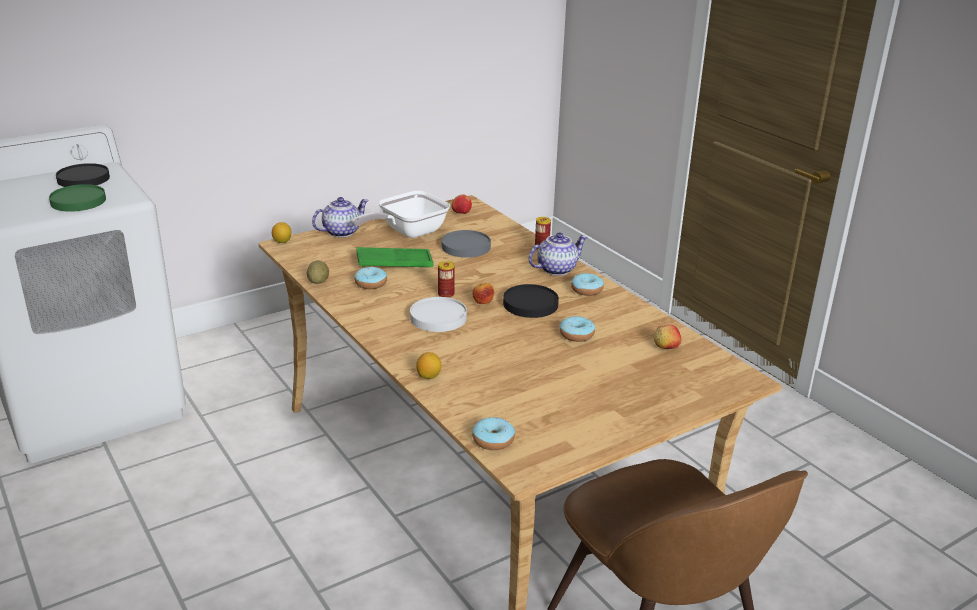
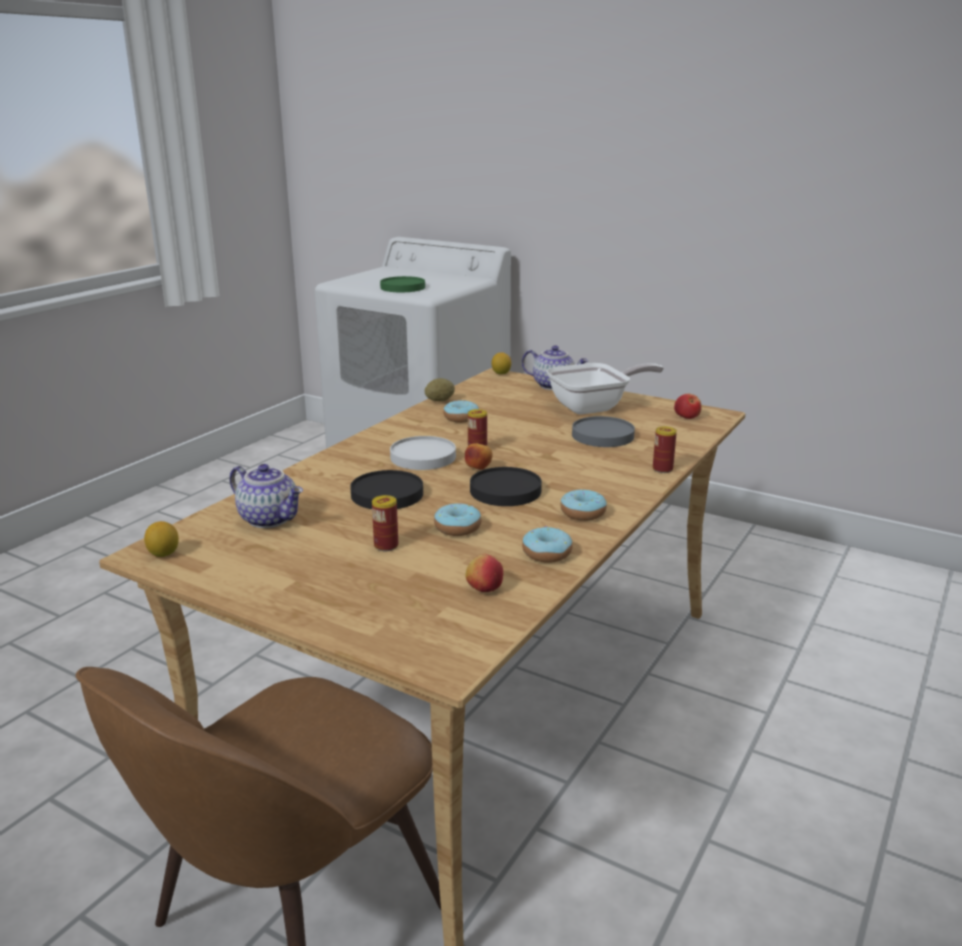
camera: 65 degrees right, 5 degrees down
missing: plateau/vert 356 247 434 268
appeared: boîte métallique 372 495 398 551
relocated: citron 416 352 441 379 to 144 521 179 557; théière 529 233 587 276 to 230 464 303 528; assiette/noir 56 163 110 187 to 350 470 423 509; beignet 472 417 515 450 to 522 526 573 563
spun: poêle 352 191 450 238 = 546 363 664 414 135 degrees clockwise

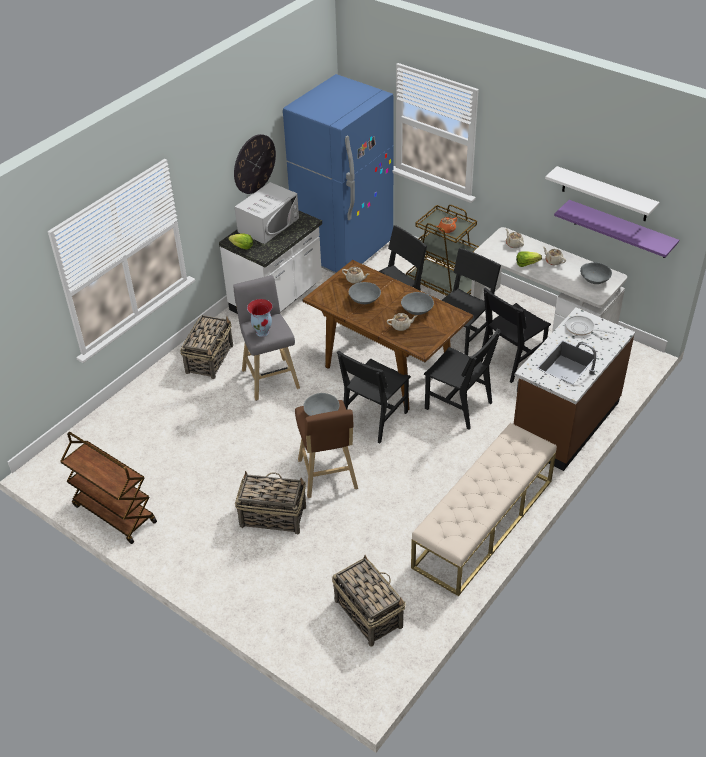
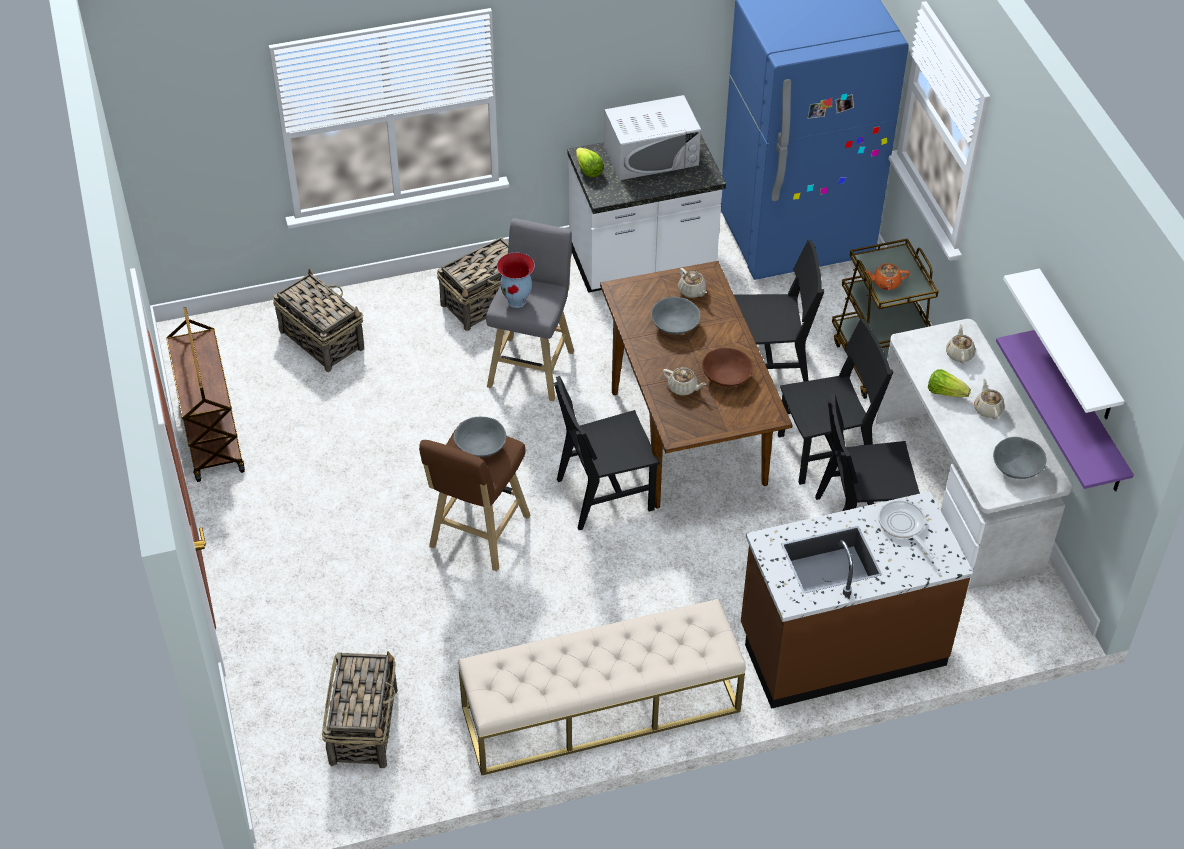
camera: 35 degrees right, 5 degrees up
missing: horloge murale 234 134 276 194; chaise/noir 424 329 500 430
relocated: panier 235 471 306 534 to 273 268 364 372
colour: bol/gris 401 292 434 315 to bol/marron 702 348 754 387

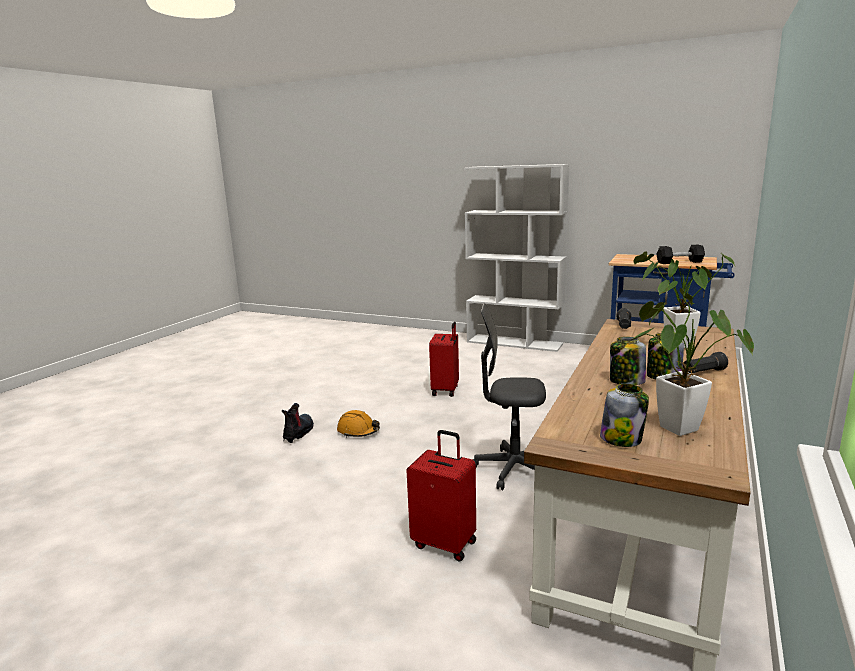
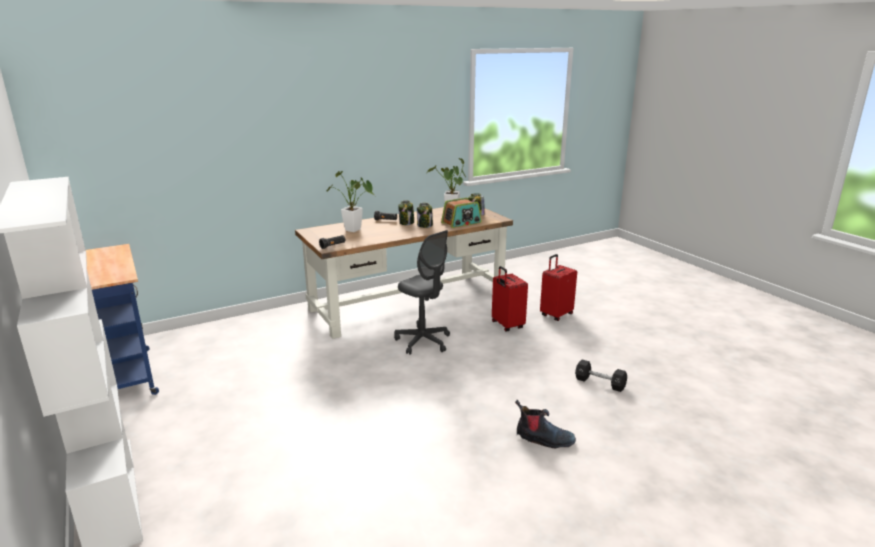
camera: 145 degrees left, 5 degrees up
missing: casque de chantier/orange 337 410 380 437
appeared: radio 441 198 482 228
relocated: valise/rouge 429 322 459 397 to 540 254 577 321; haltère/noir 656 245 705 264 to 575 360 627 392
spun: botte 282 403 314 443 = 515 400 576 449 120 degrees counterclockwise

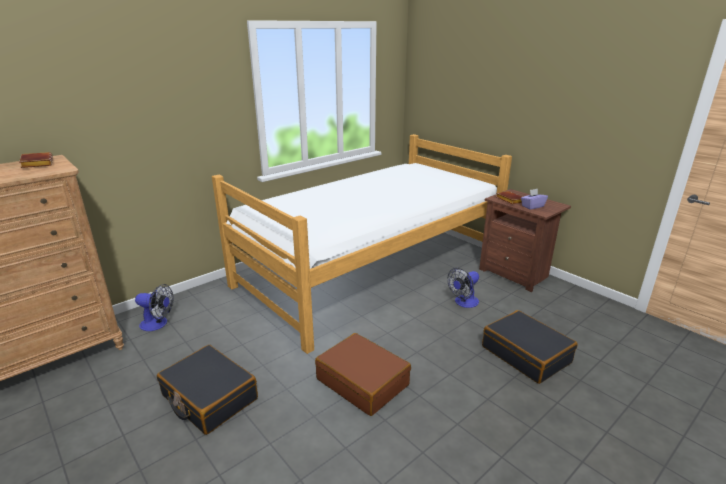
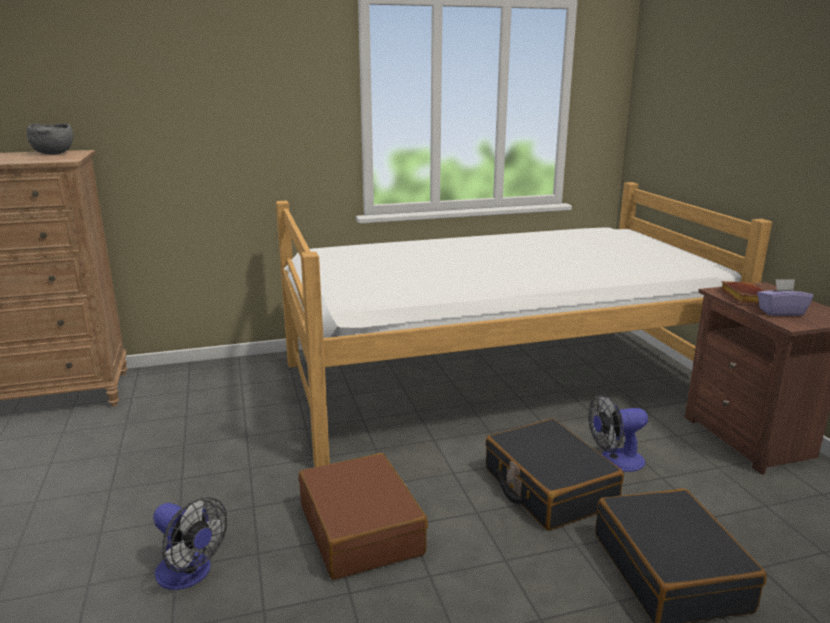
camera: 25 degrees right, 5 degrees down
relocated: ventilateur 135 284 174 331 to 153 497 227 590; valise/noir 157 345 258 435 to 485 419 624 530
exchanged: livre/marron 19 152 53 168 to bol/gris 27 123 73 155

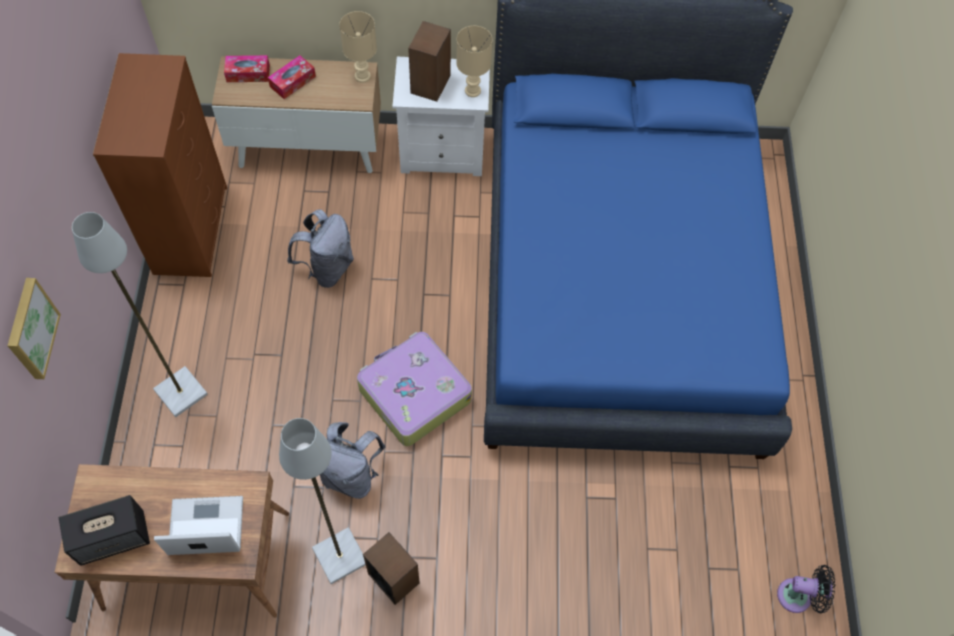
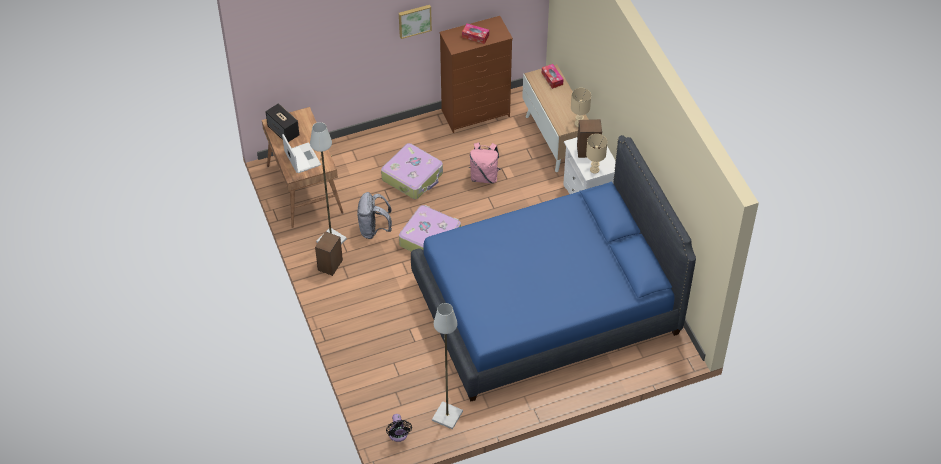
camera: 70 degrees right, 10 degrees down
appeared: valise 381 143 443 199
relocated: tableau 7 278 61 379 to 399 5 432 39; lampadaire/gris 72 212 208 417 to 432 303 463 429; boîte à mouchoirs 268 55 316 99 to 462 23 489 44
colour: sac à dos/gris 287 209 354 288 to sac à dos/rose 469 142 500 183

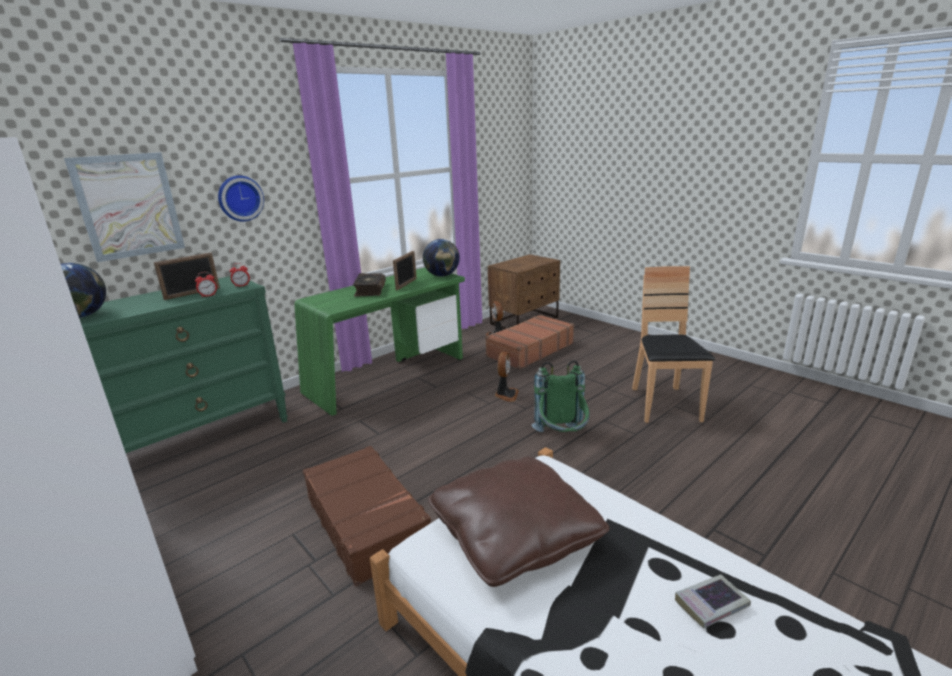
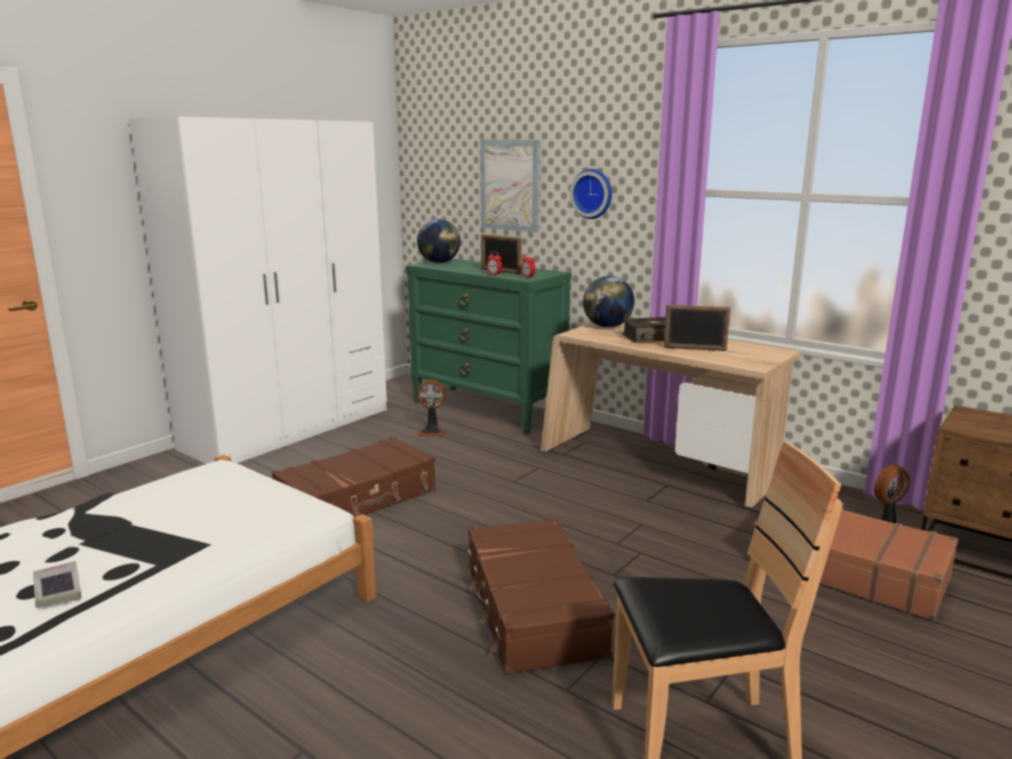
camera: 80 degrees right, 5 degrees down
missing: coussin/marron 428 456 609 587
relocated: ventilateur 495 352 519 402 to 415 380 446 437; globe 423 239 460 277 to 583 276 634 327
exchanged: sac à dos/vert 532 360 590 432 to valise/marron 464 518 614 674
colour: bureau/vert 294 267 465 416 to bureau/beige 541 323 801 509

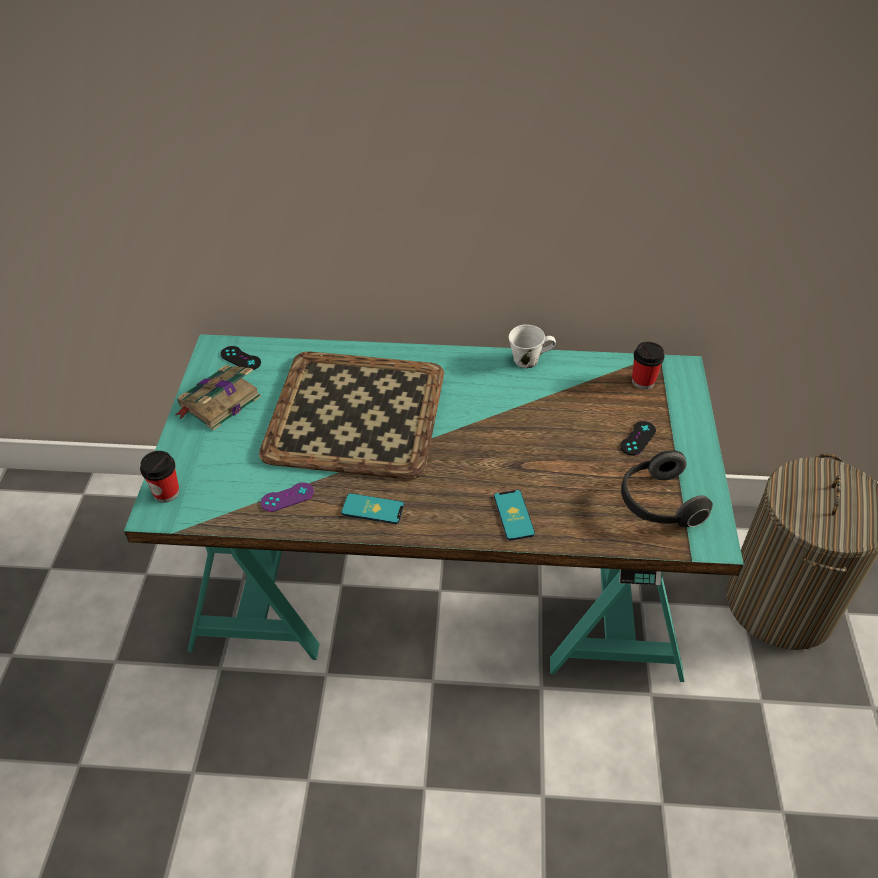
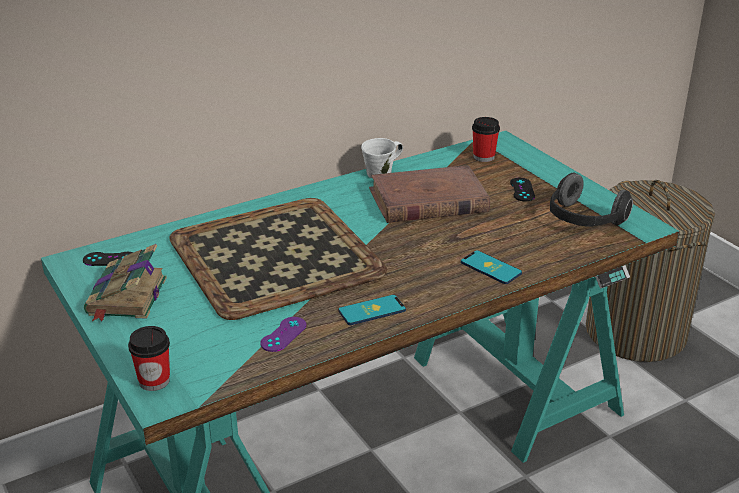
camera: 35 degrees left, 15 degrees down
appeared: livre/marron 369 165 490 223

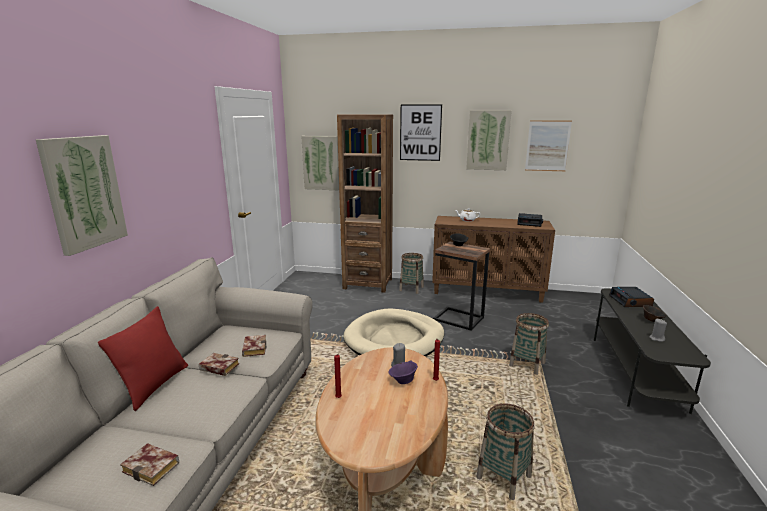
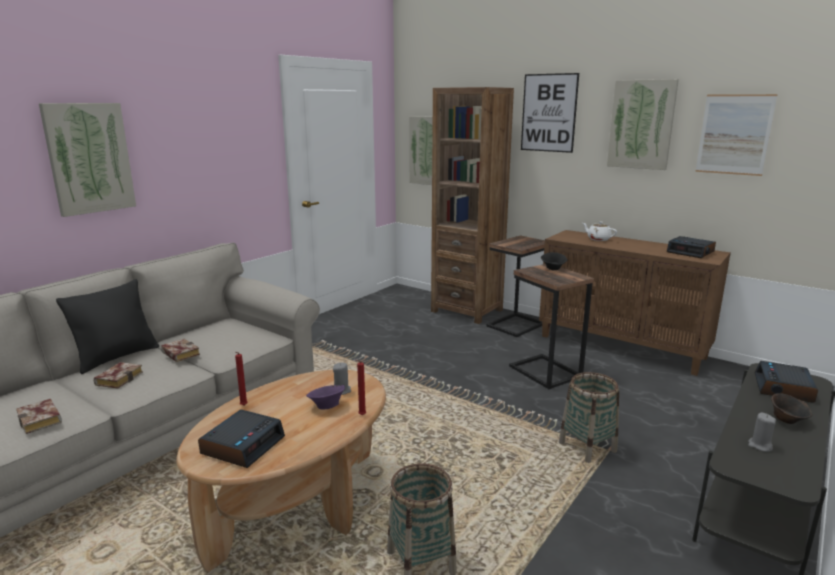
camera: 25 degrees right, 0 degrees up
missing: panier pour chien/beige 343 308 444 356
appeared: réveil 198 410 285 468
relocated: livre 242 335 266 357 to 94 362 143 389
exchanged: panier 399 253 424 294 to table d'appoint 487 235 545 337
colour: coussin/rouge 98 306 188 411 to coussin/noir 56 279 159 374

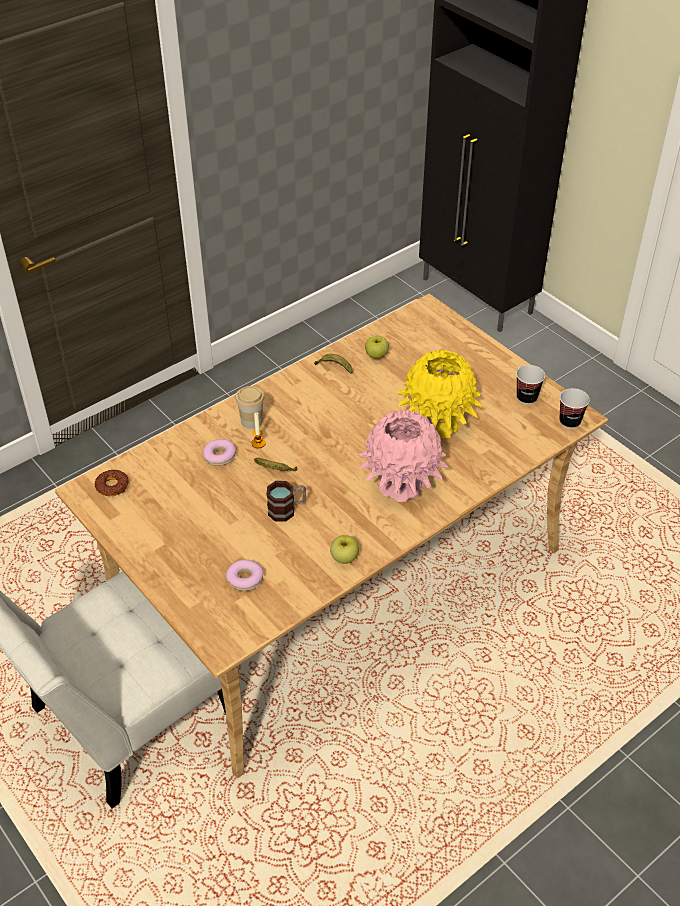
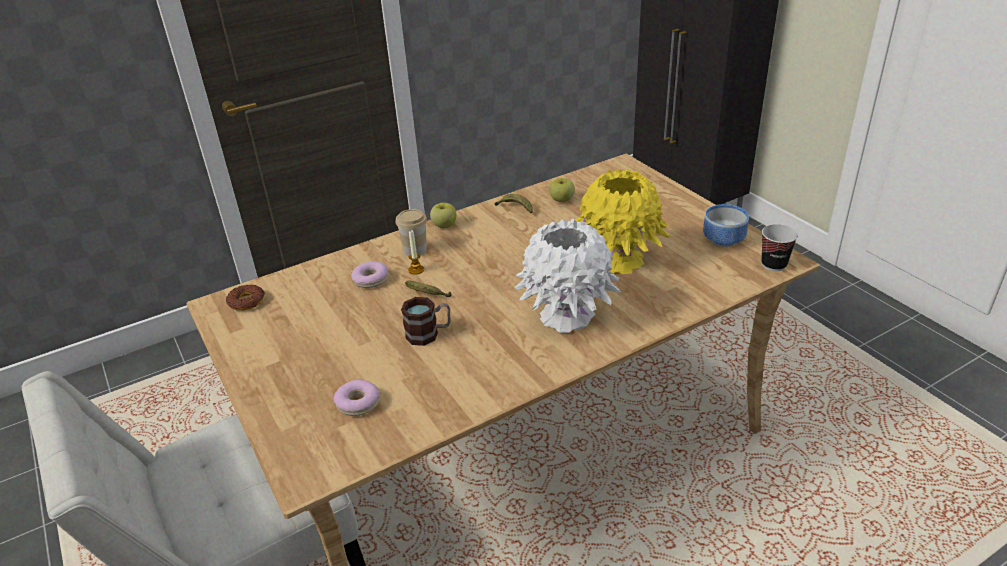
camera: 10 degrees right, 10 degrees down
relocated: pomme 330 535 359 564 to 430 203 457 229
exchanged: tasse 516 365 545 405 to bol 703 204 749 247
colour: vase/rose 358 410 449 502 to vase/blanc 514 219 621 333

